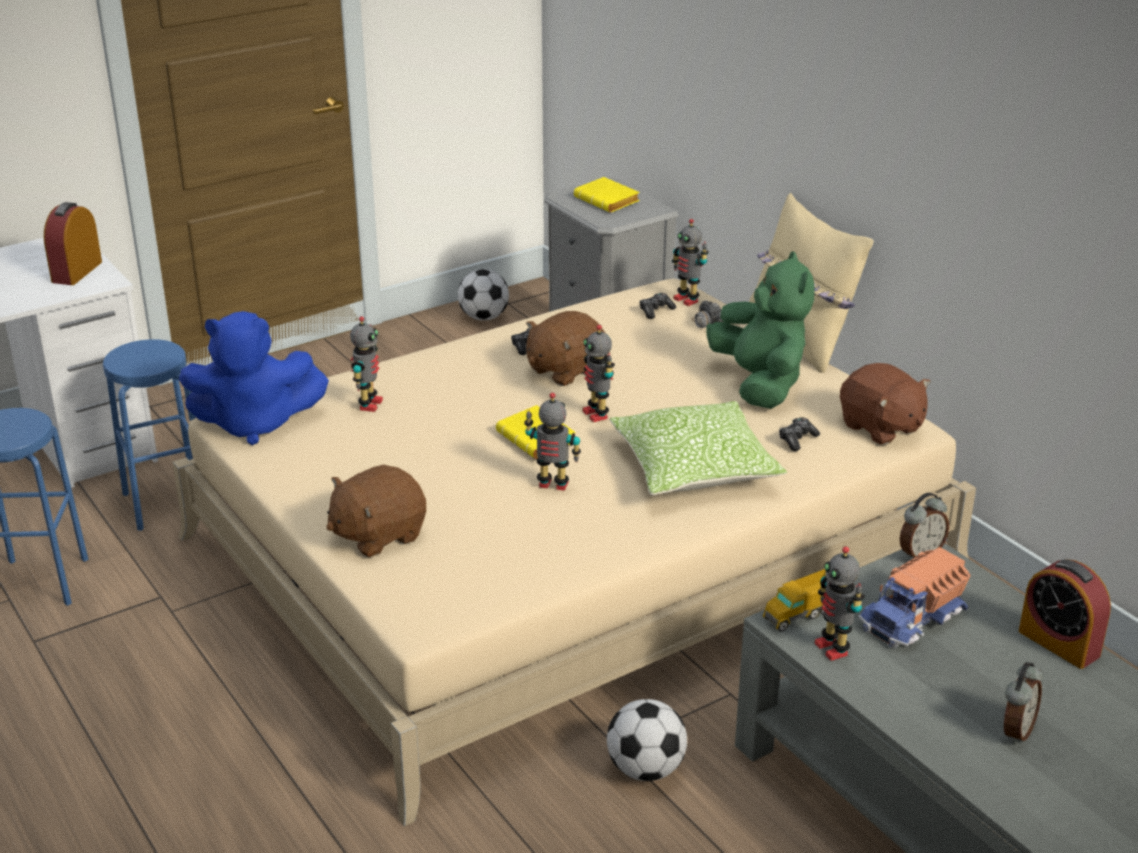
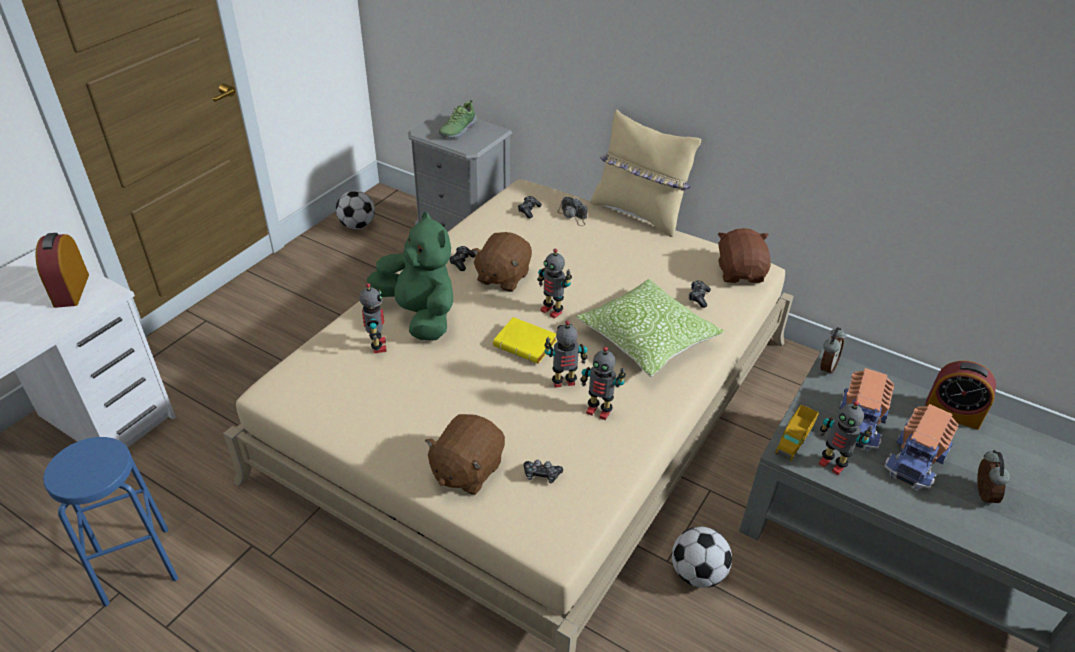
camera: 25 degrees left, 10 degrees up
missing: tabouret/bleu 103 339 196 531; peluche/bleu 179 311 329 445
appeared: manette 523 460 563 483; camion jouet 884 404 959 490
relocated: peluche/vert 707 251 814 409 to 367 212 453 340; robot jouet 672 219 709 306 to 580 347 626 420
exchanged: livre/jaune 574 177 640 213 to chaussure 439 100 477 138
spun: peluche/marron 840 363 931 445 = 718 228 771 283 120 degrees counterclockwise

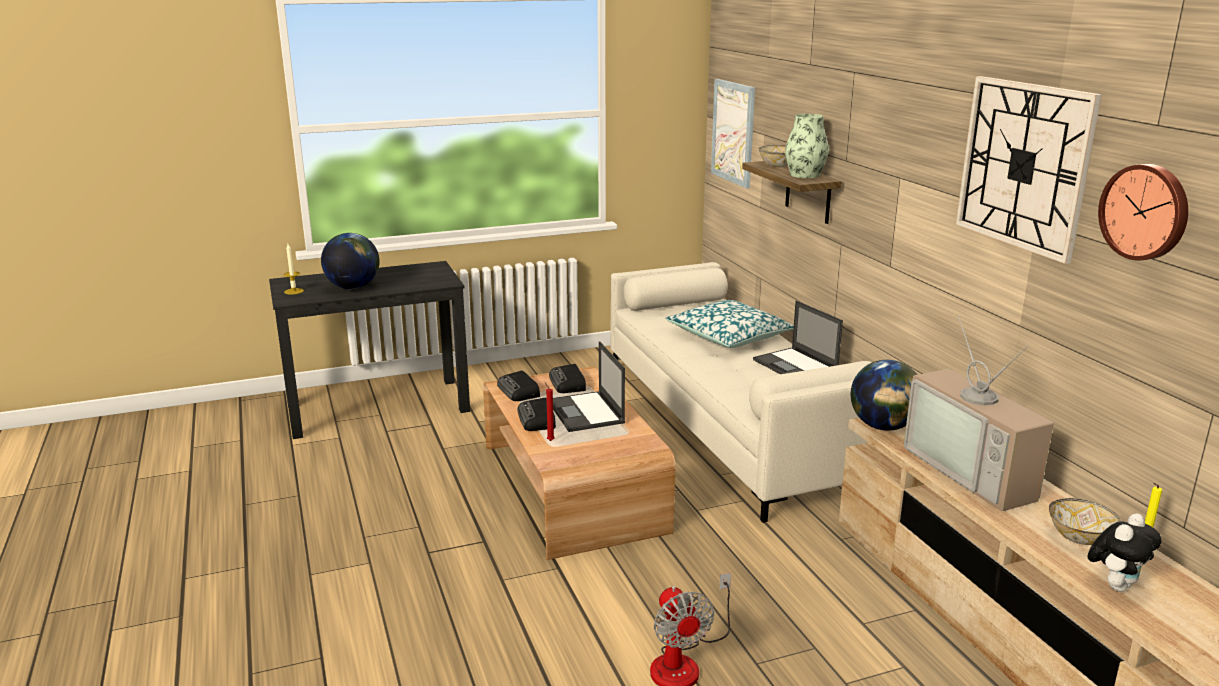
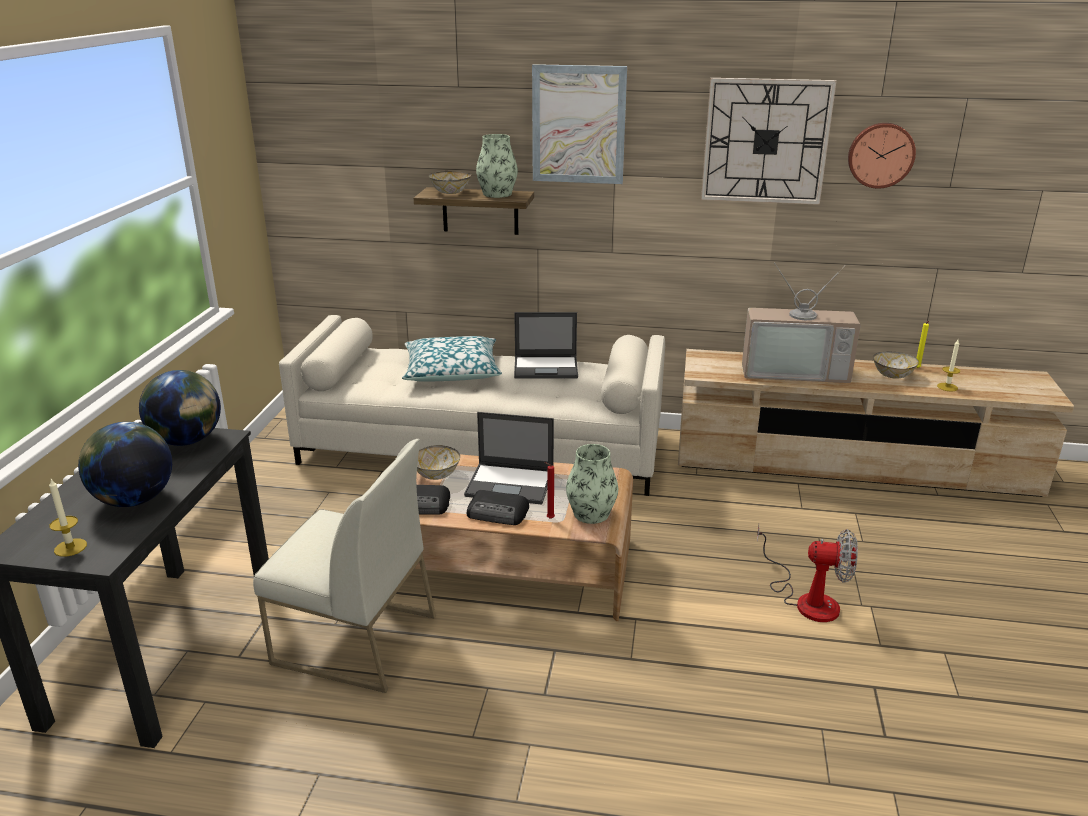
camera: 60 degrees left, 5 degrees up
appeared: chaise/blanc 253 439 436 693; vase 566 444 618 524
relocated: globe 851 360 917 431 to 139 370 221 446; tableau 711 79 755 189 to 532 64 627 184
exchanged: radio 549 364 586 393 to bol 417 445 460 480; peluche 1087 513 1161 592 to bougie 937 340 960 391

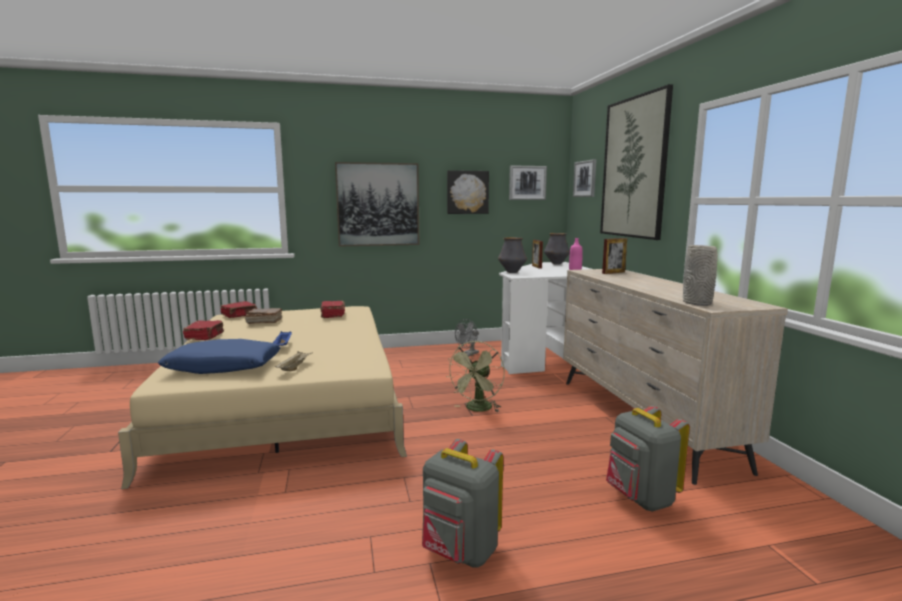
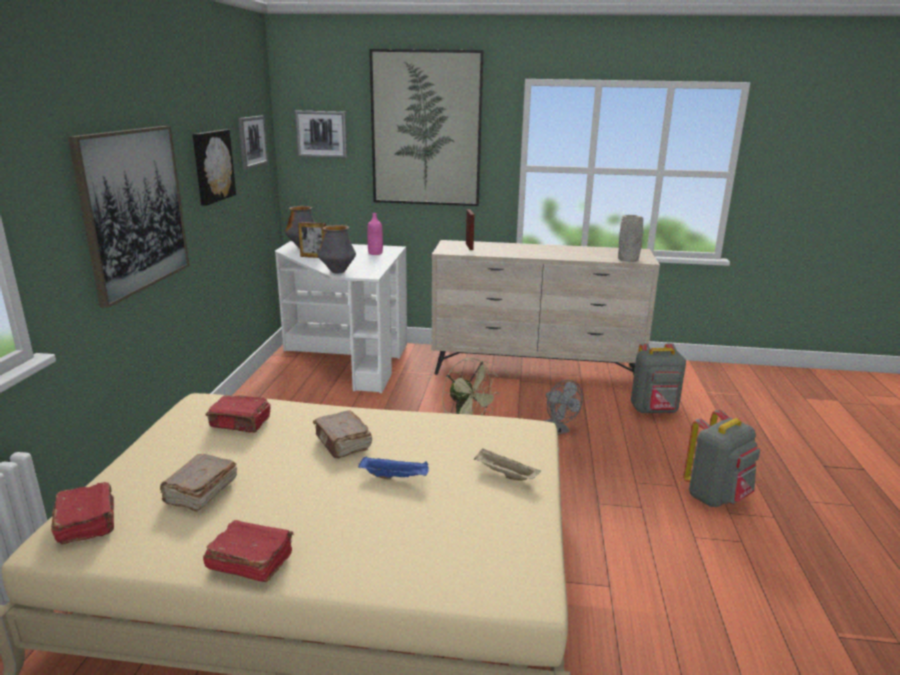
camera: 70 degrees left, 10 degrees up
missing: coussin/bleu 158 339 281 374
appeared: livre/marron 313 410 372 458
relocated: ventilateur/gris 455 319 479 357 to 544 380 583 435

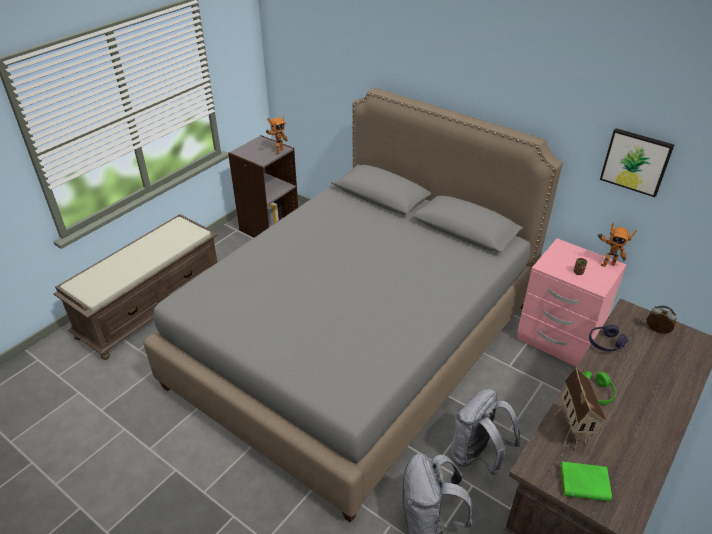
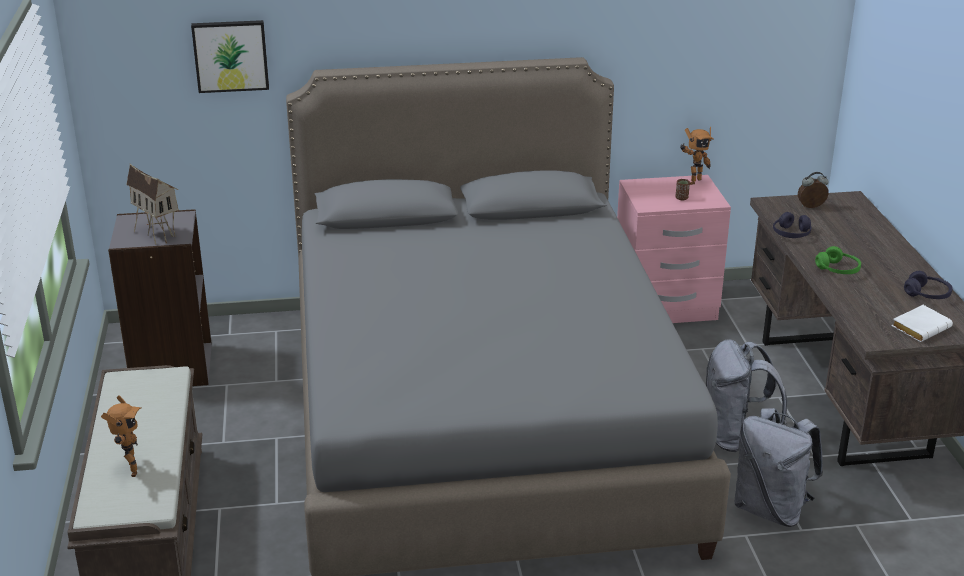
camera: 45 degrees left, 10 degrees down
appeared: casque audio/violet 904 271 953 299
relocated: robot jouet 266 115 288 154 to 101 395 141 477; maison miniature 555 367 607 451 to 126 164 179 245; tableau 600 128 674 197 to 191 20 269 93
colour: livre/vert 560 462 612 501 to livre/blanc 892 305 953 342

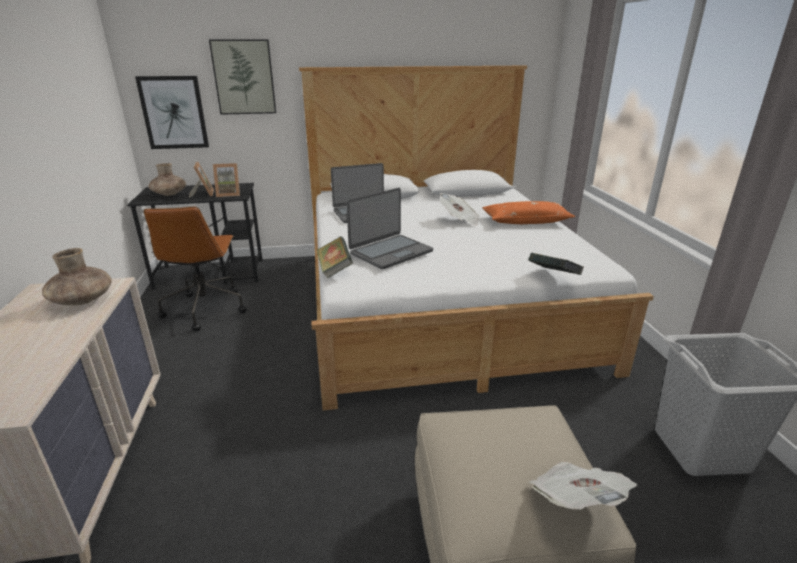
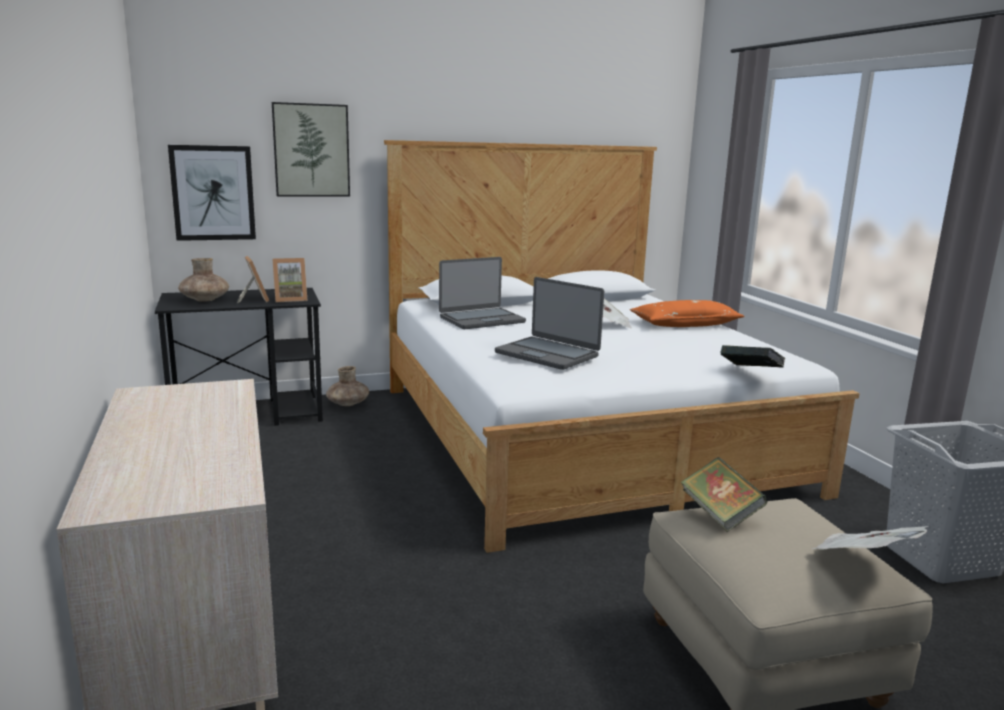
camera: 10 degrees left, 10 degrees down
missing: chaise de bureau/marron 144 207 247 331
relocated: vase/marron 42 248 112 305 to 326 366 369 406; livre 317 236 353 279 to 680 457 767 532
spun: ordinateur portable 346 188 433 270 = 495 277 604 370 90 degrees clockwise

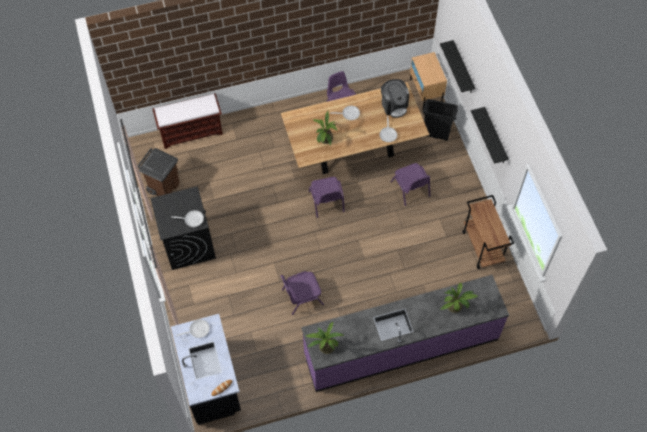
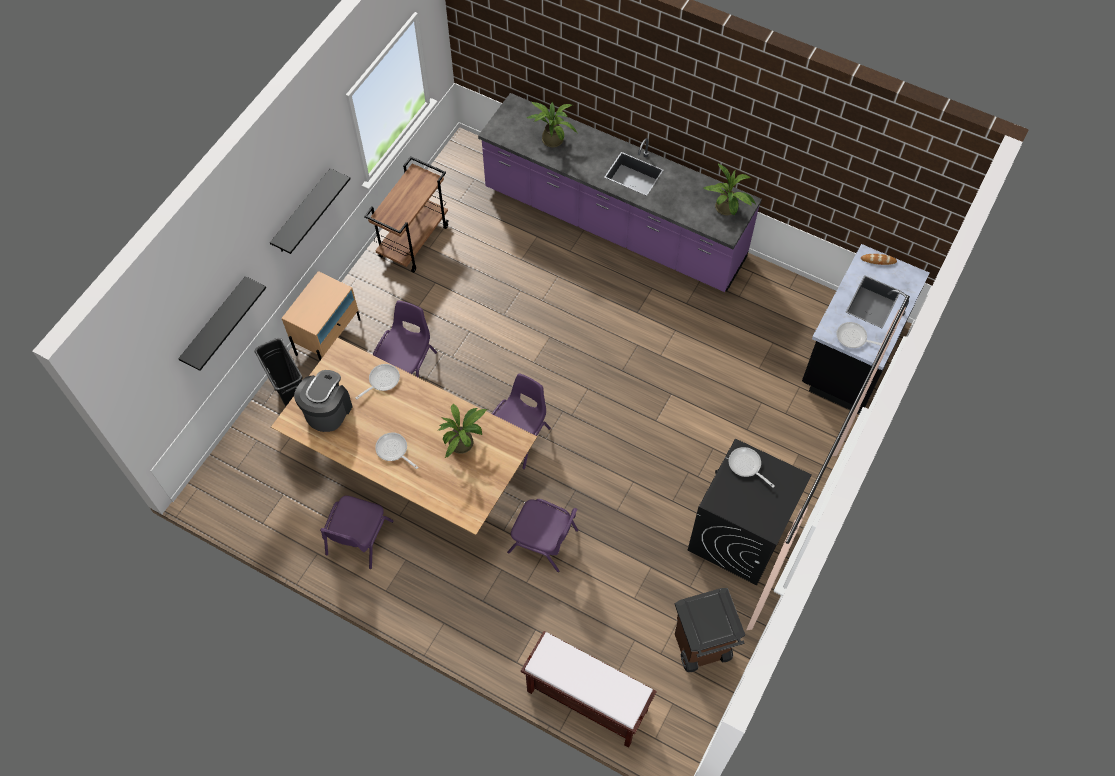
camera: 135 degrees left, 0 degrees up
relocated: table de chevet/beige 410 52 447 109 to 282 271 361 360; chaise/violet 281 271 324 315 to 507 499 578 572

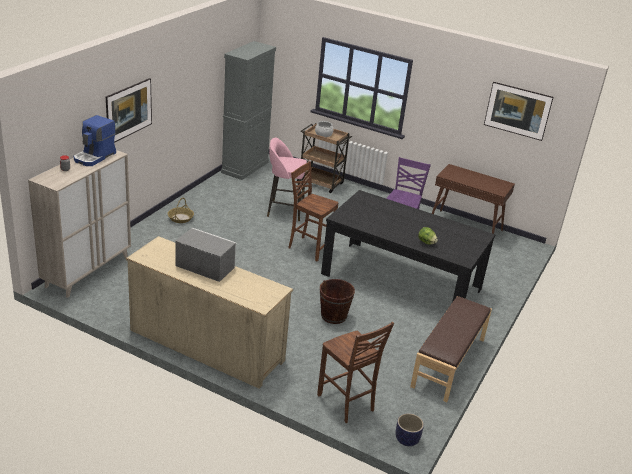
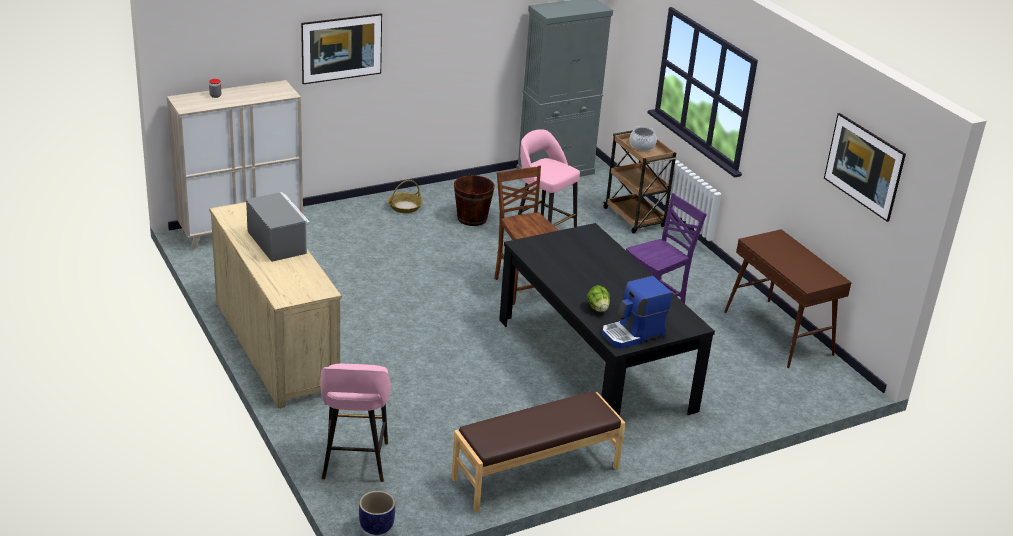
camera: 35 degrees right, 0 degrees up
relocated: seau/marron 320 279 355 324 to 454 174 495 226; machine à café 74 115 116 166 to 602 276 672 349
exchanged: chaise/marron 317 322 394 423 to tabouret/rose 320 363 391 482

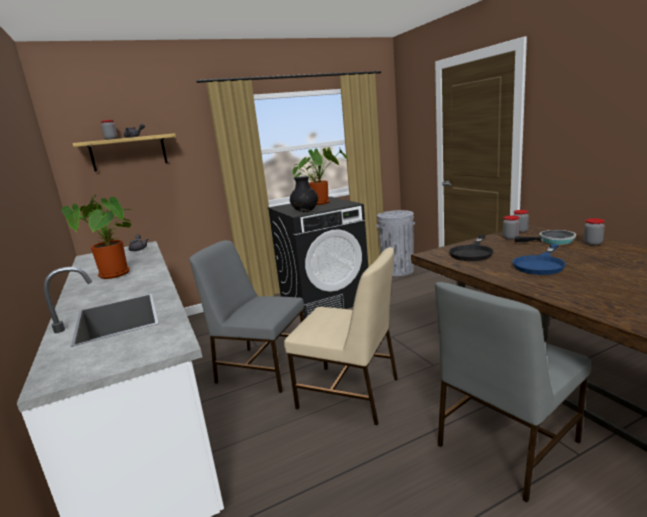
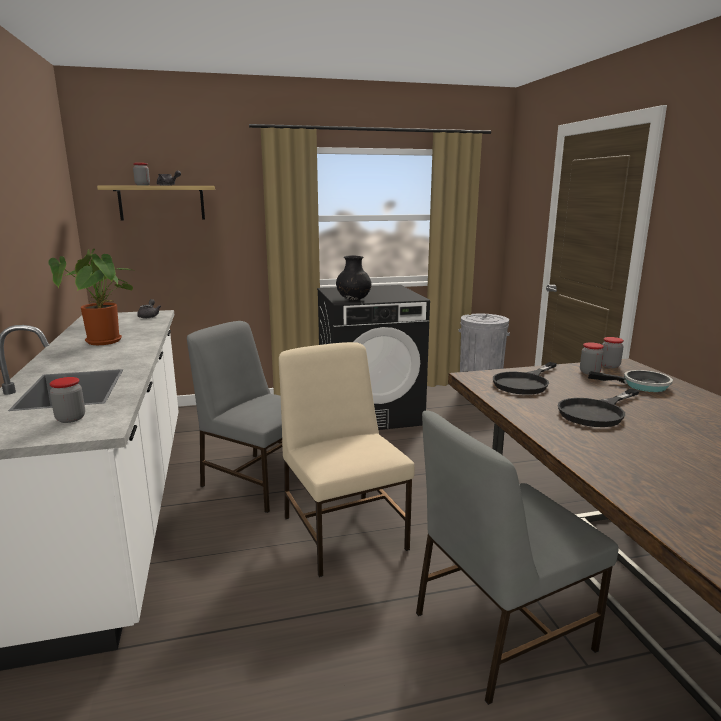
camera: 10 degrees right, 0 degrees up
missing: plante en pot 293 147 348 205
relocated: bocal 583 219 605 245 to 49 377 85 423
colour: poêle/bleu 512 244 566 275 to poêle/noir 558 388 640 427
spun: chaise/beige 284 247 398 425 = 279 342 415 577 150 degrees counterclockwise

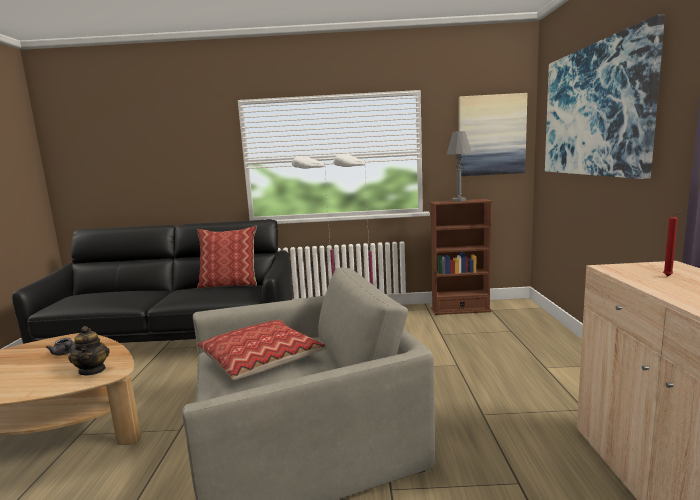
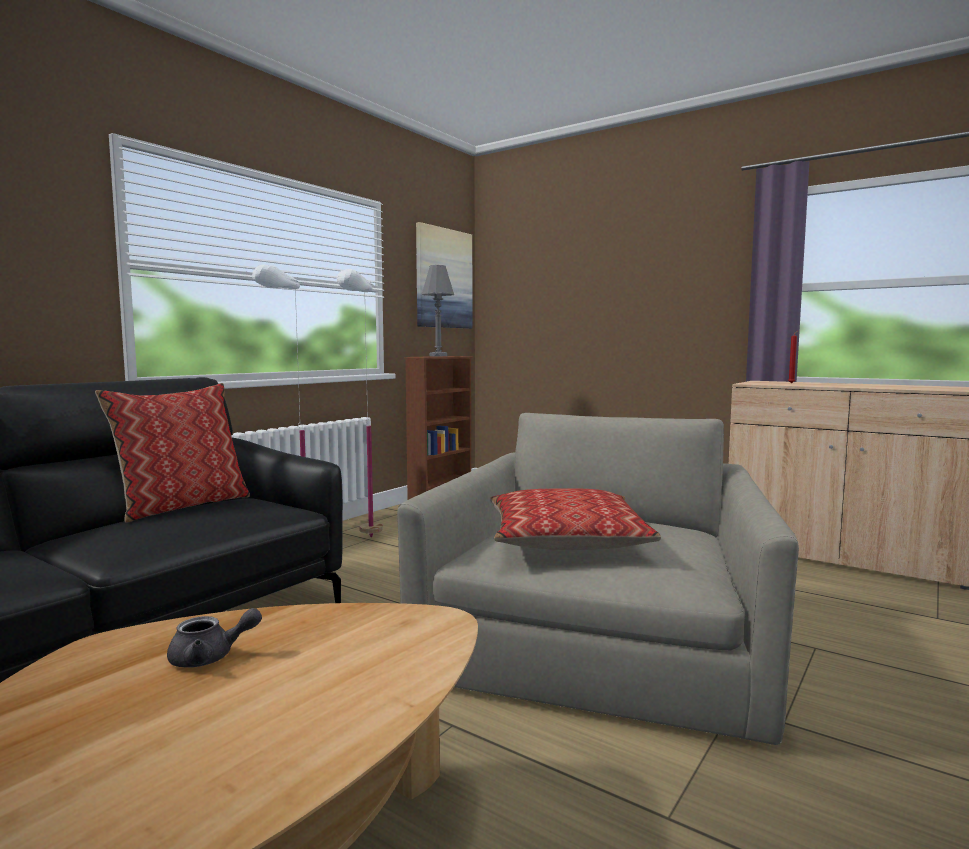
camera: 55 degrees left, 5 degrees down
missing: théière 68 326 110 376; tableau 545 14 665 179

